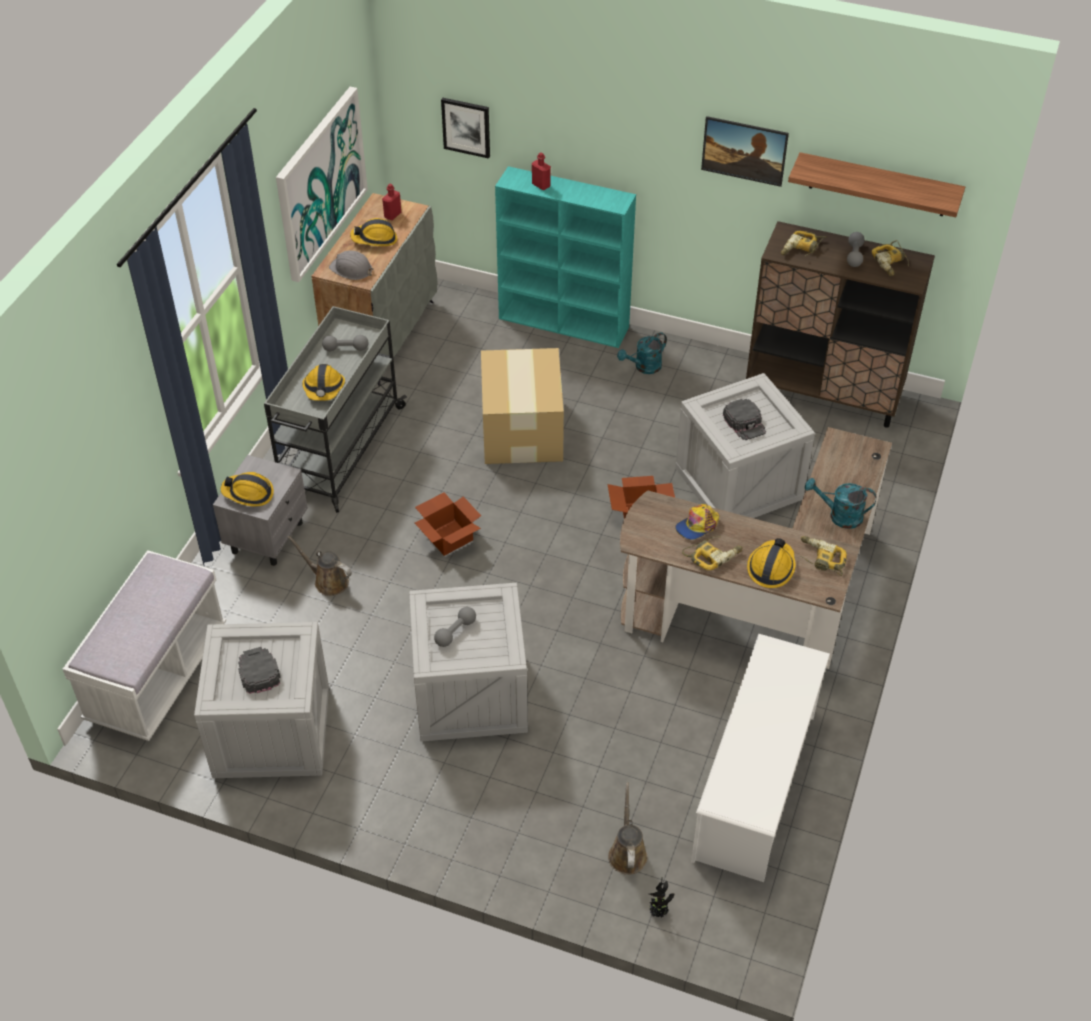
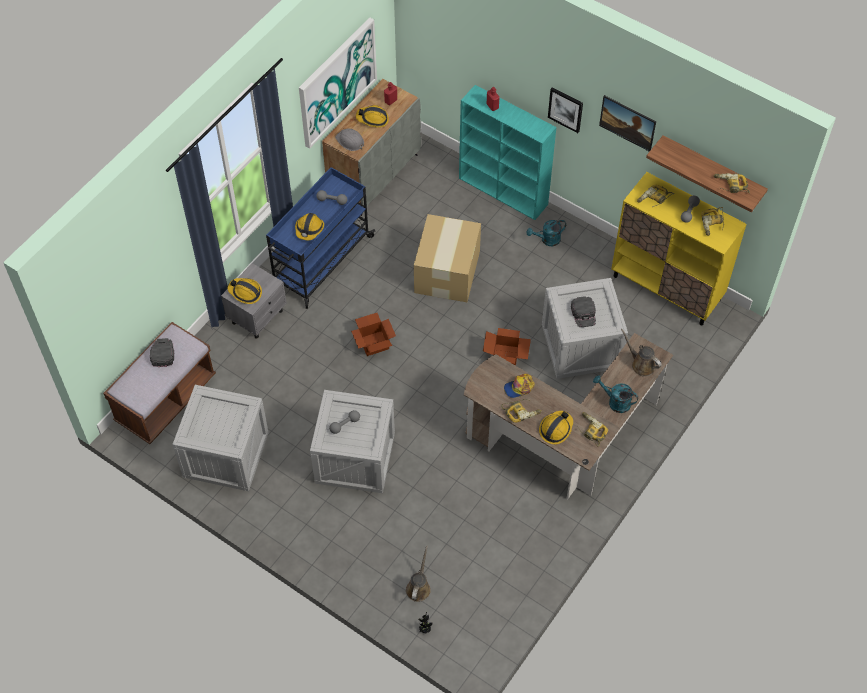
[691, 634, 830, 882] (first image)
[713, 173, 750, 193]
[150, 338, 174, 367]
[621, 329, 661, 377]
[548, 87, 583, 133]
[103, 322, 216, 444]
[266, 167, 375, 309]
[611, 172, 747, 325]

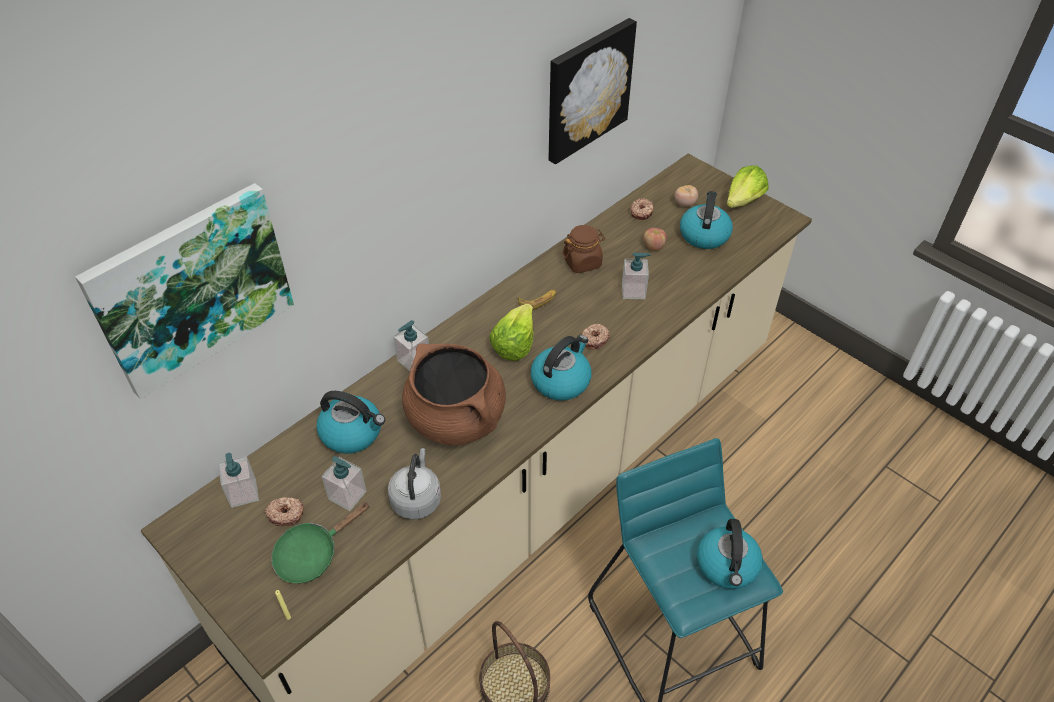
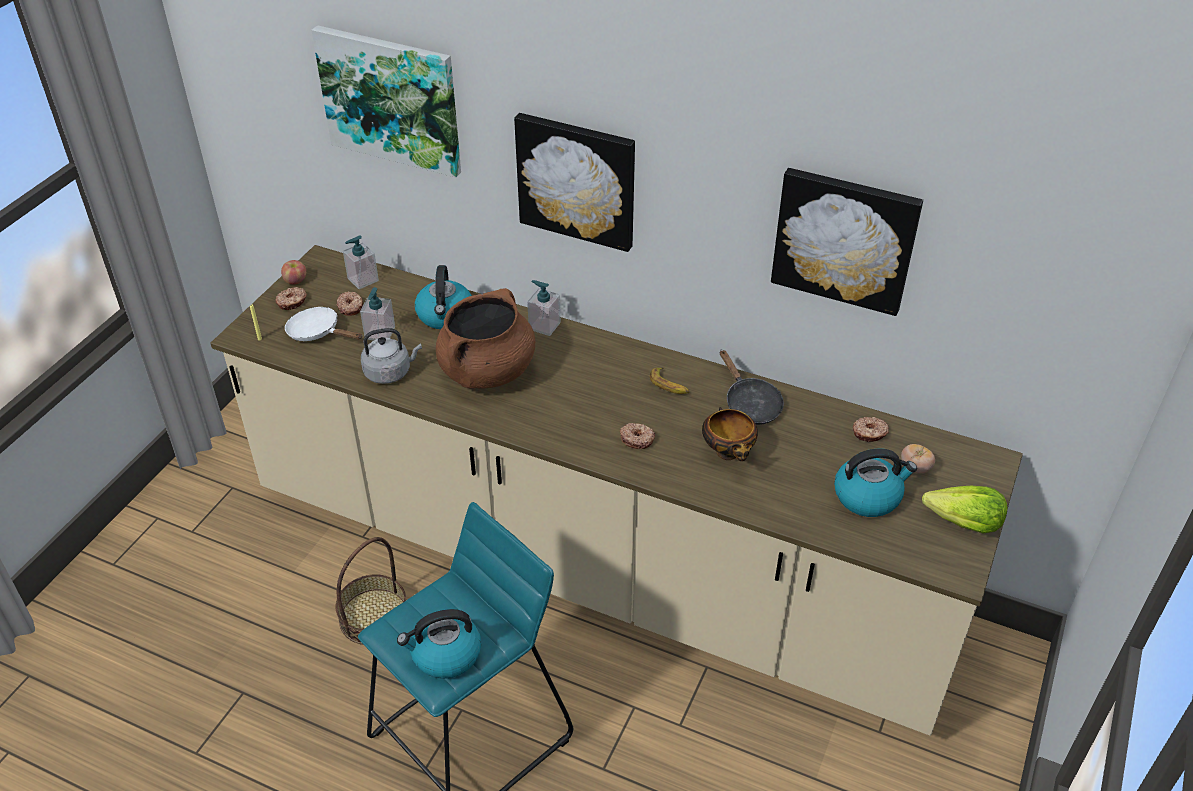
[489, 304, 534, 361] (first image)
[531, 335, 591, 401] (first image)
[275, 287, 307, 310]
[514, 113, 635, 252]
[281, 260, 306, 285]
[720, 350, 784, 425]
[702, 407, 758, 461]
[285, 307, 362, 341]

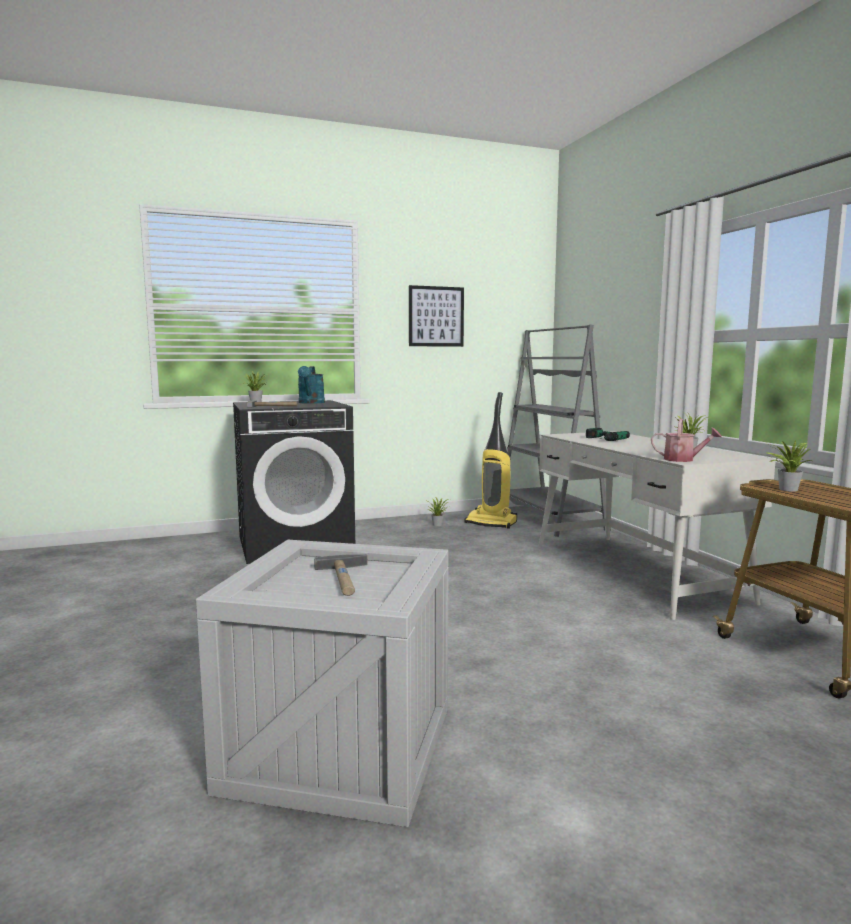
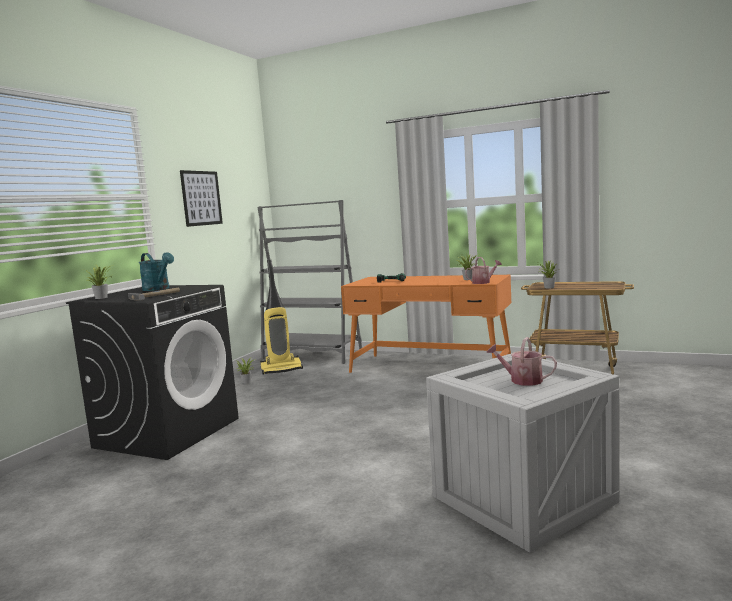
[486, 337, 557, 386]
[341, 275, 511, 373]

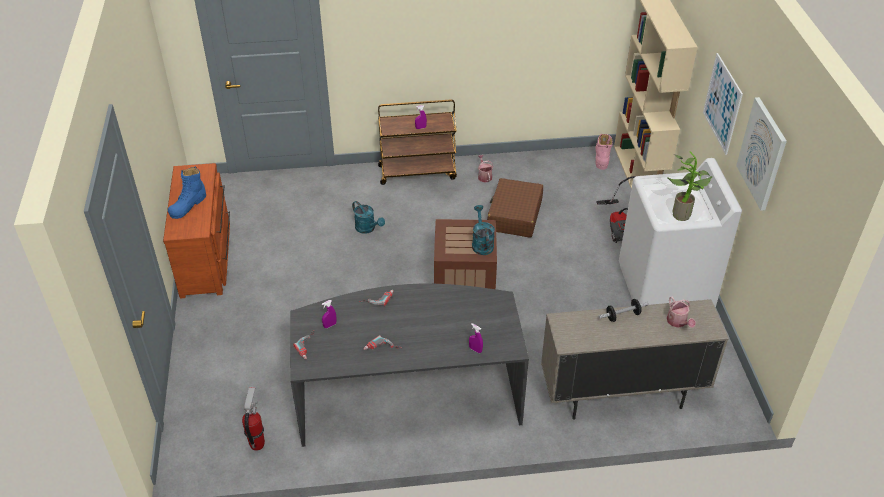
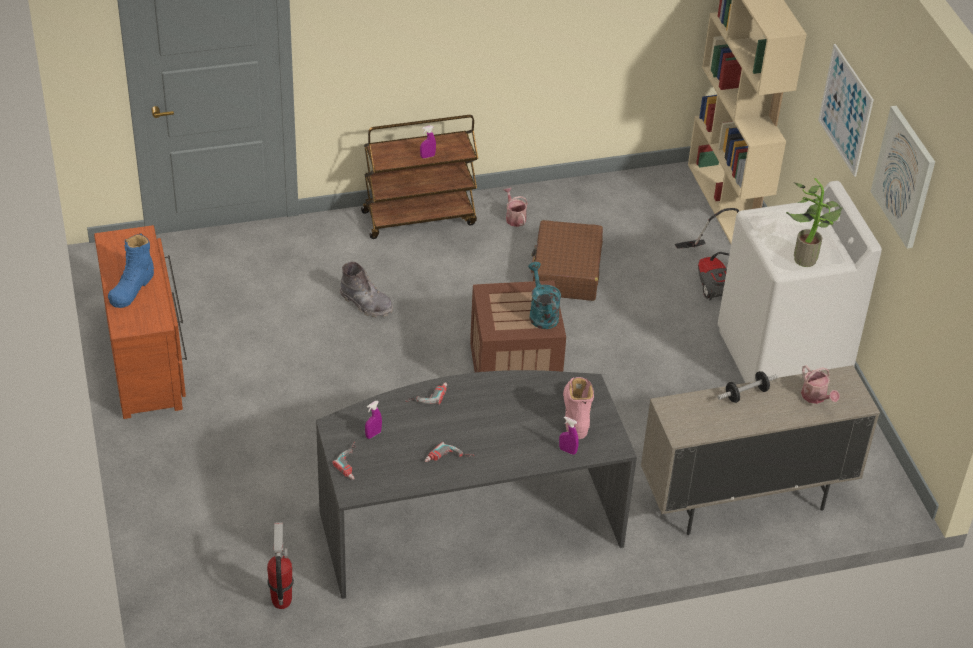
[563, 377, 594, 439]
[340, 262, 393, 317]

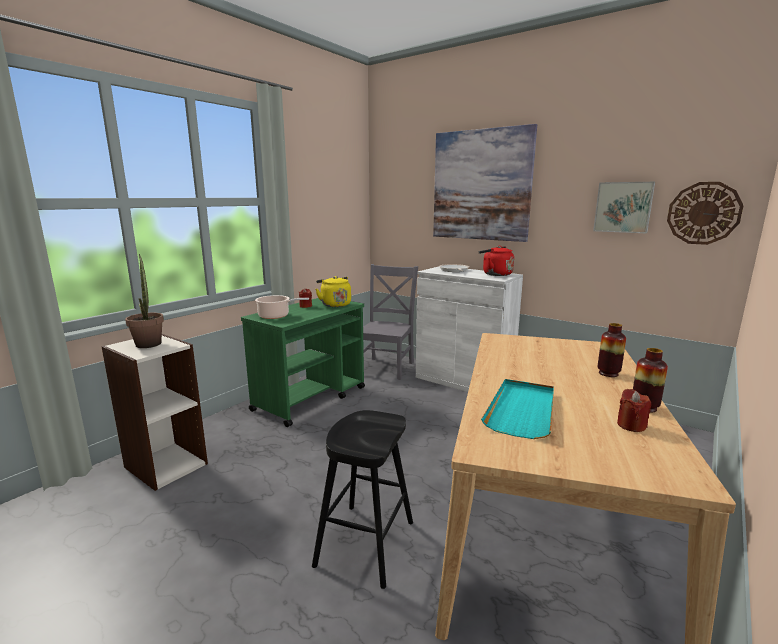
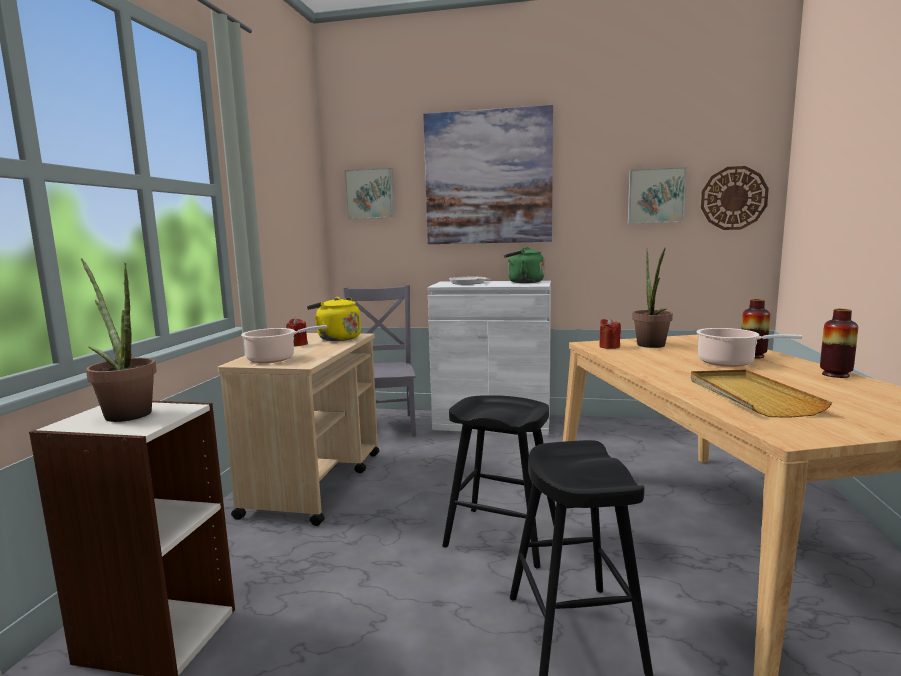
[344, 168, 395, 219]
[442, 395, 556, 568]
[632, 248, 673, 348]
[696, 328, 802, 367]
[599, 318, 621, 349]
[217, 333, 379, 526]
[504, 247, 544, 283]
[691, 370, 832, 418]

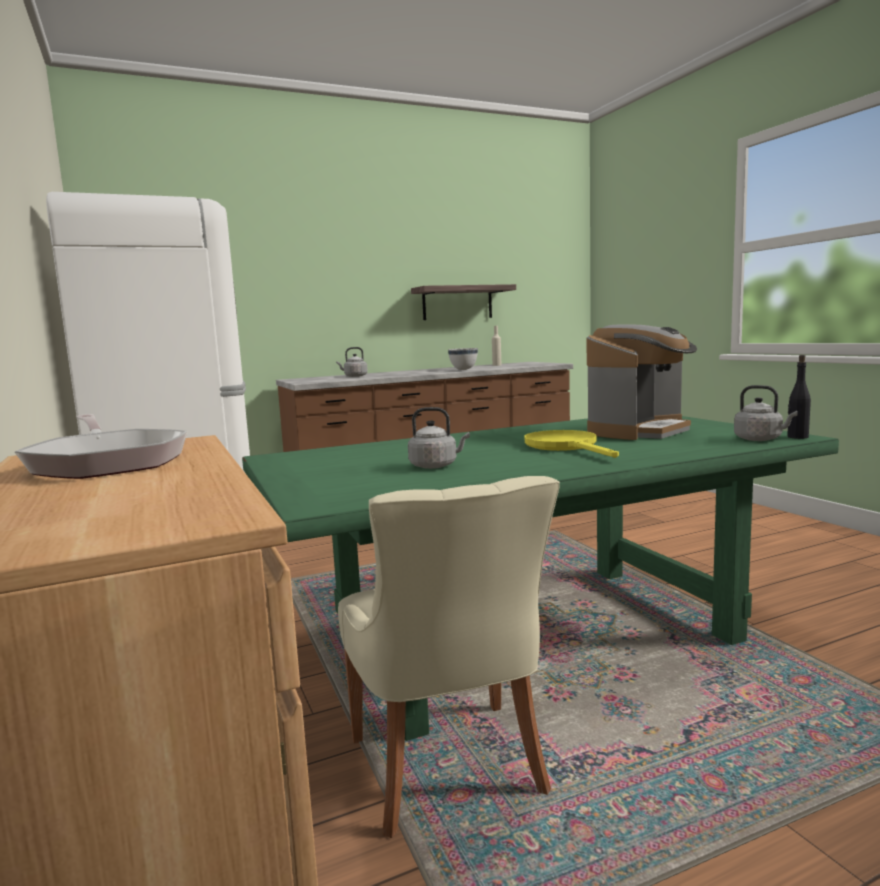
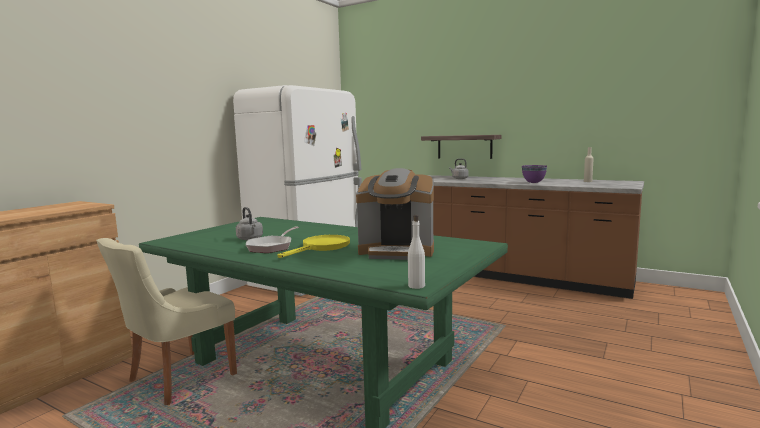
[734, 385, 798, 441] (first image)
[246, 226, 299, 253]
[421, 135, 501, 159]
[522, 165, 547, 183]
[408, 215, 425, 289]

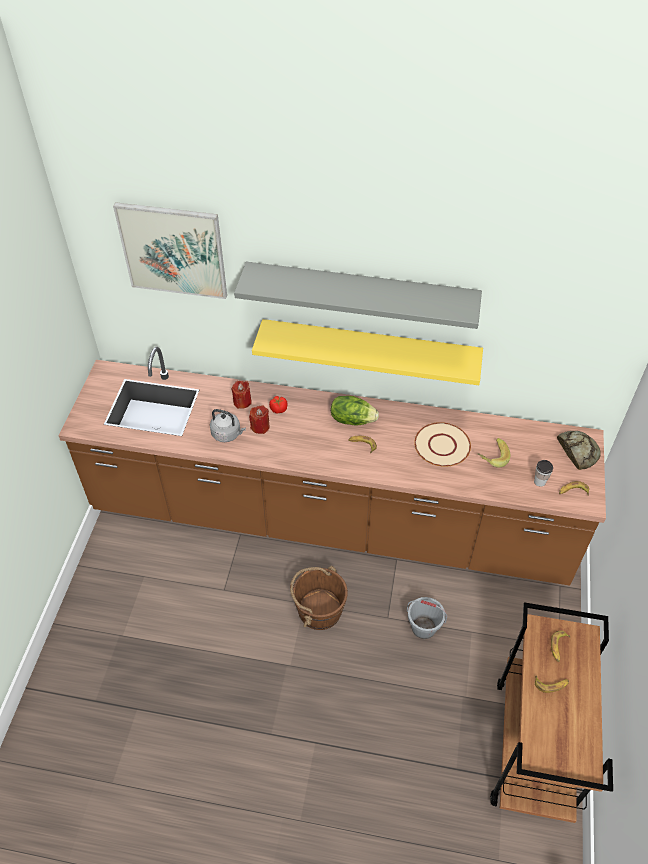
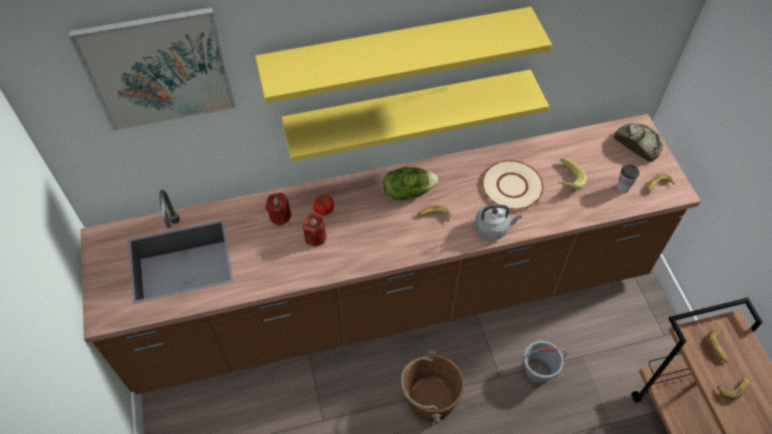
[475, 205, 522, 240]
[255, 7, 552, 104]

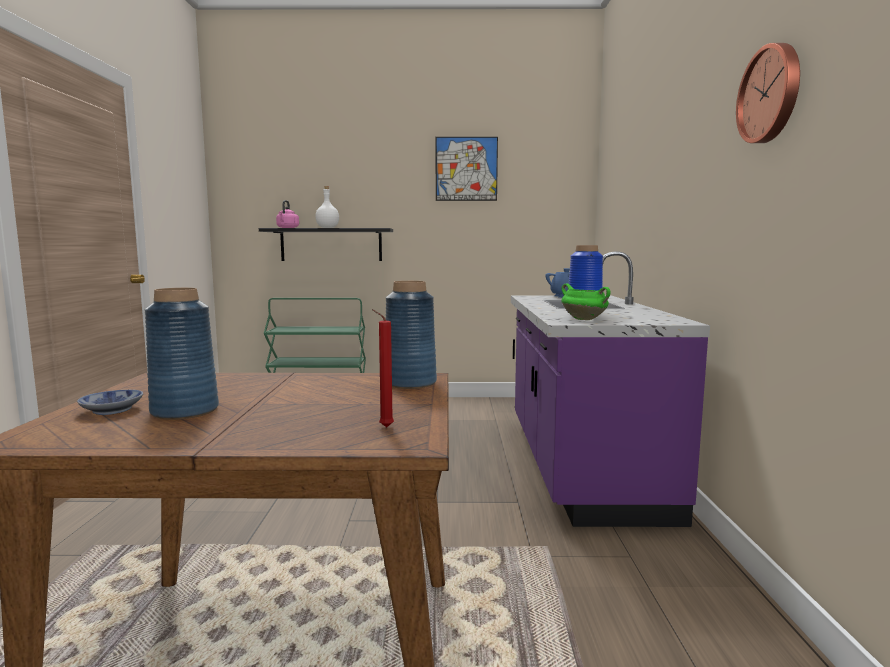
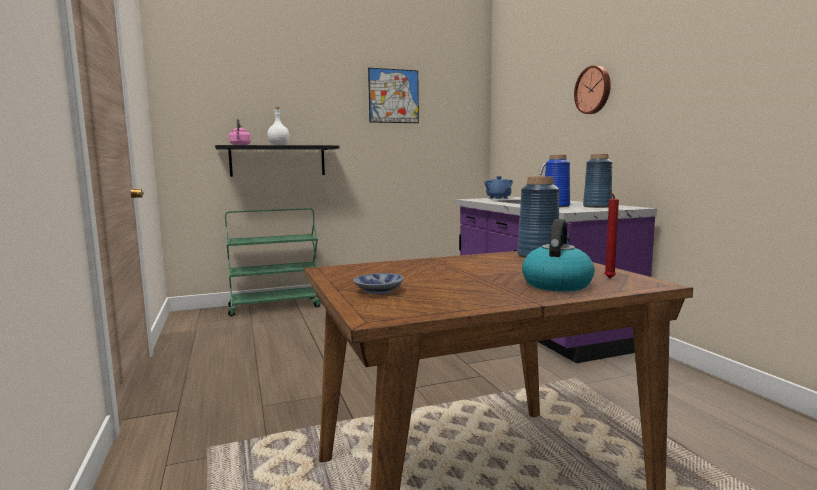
[561, 284, 610, 320] (first image)
[522, 219, 595, 291]
[583, 154, 612, 208]
[574, 66, 611, 114]

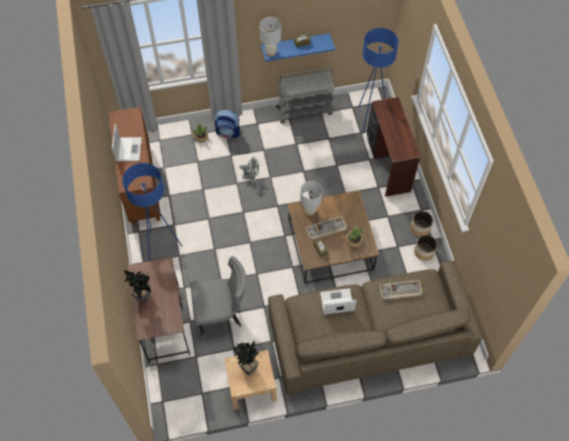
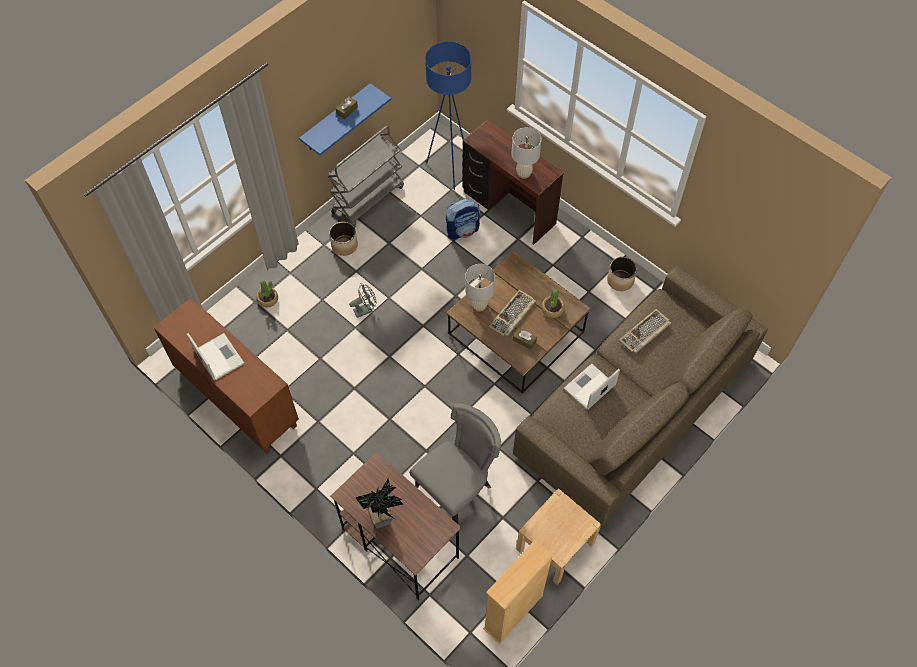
[122, 163, 182, 261] (first image)
[233, 340, 259, 376] (first image)
[483, 540, 553, 644]
[446, 199, 480, 239]
[511, 127, 542, 179]
[329, 222, 358, 256]

